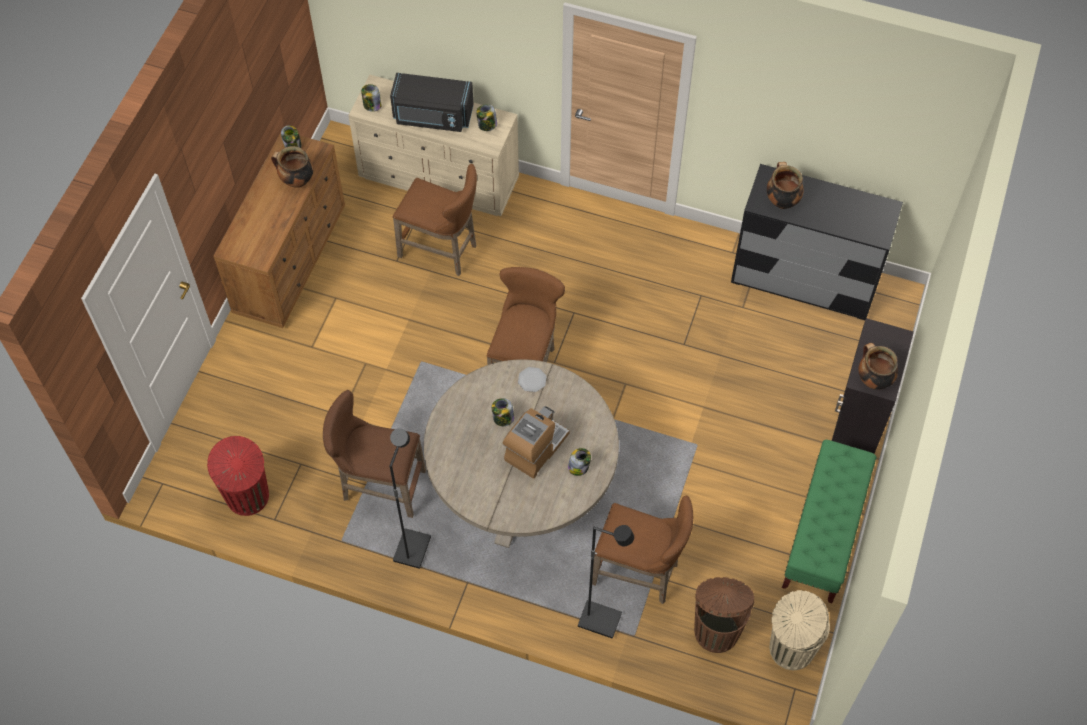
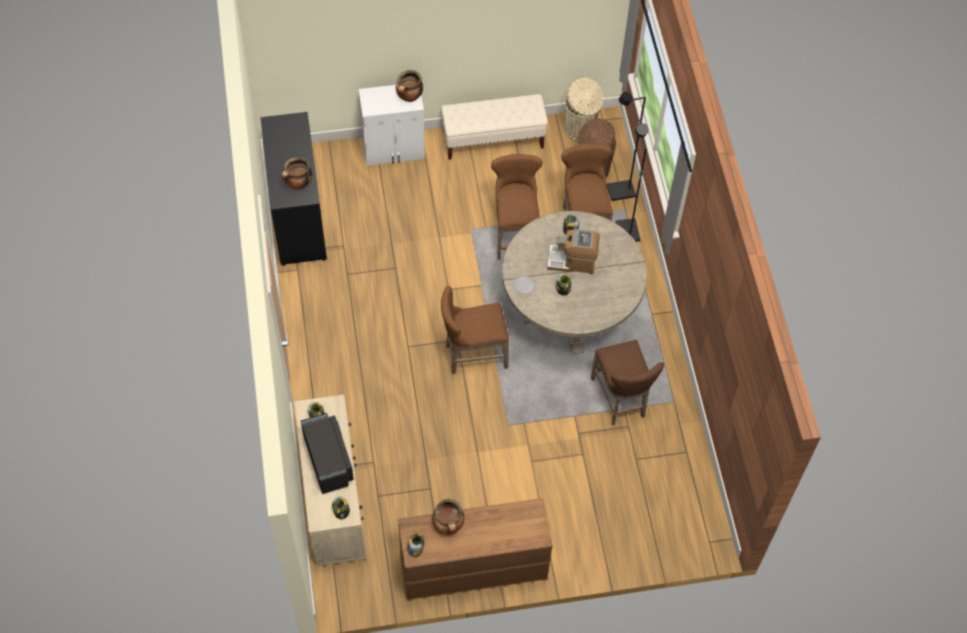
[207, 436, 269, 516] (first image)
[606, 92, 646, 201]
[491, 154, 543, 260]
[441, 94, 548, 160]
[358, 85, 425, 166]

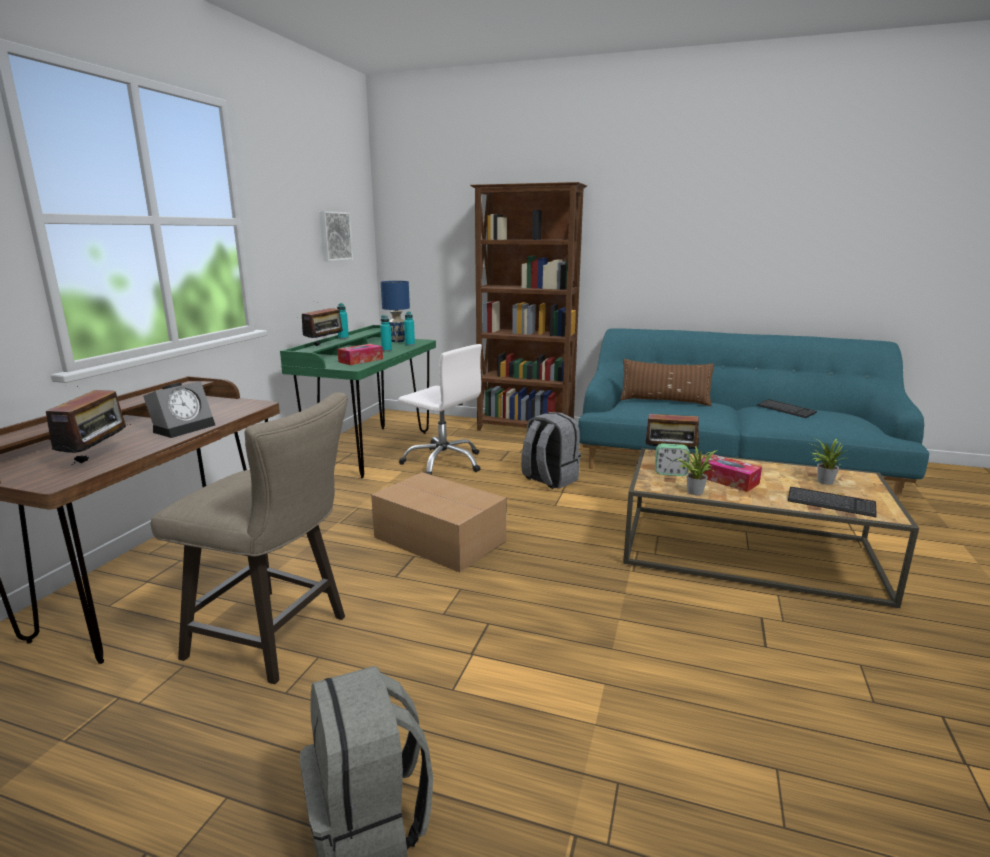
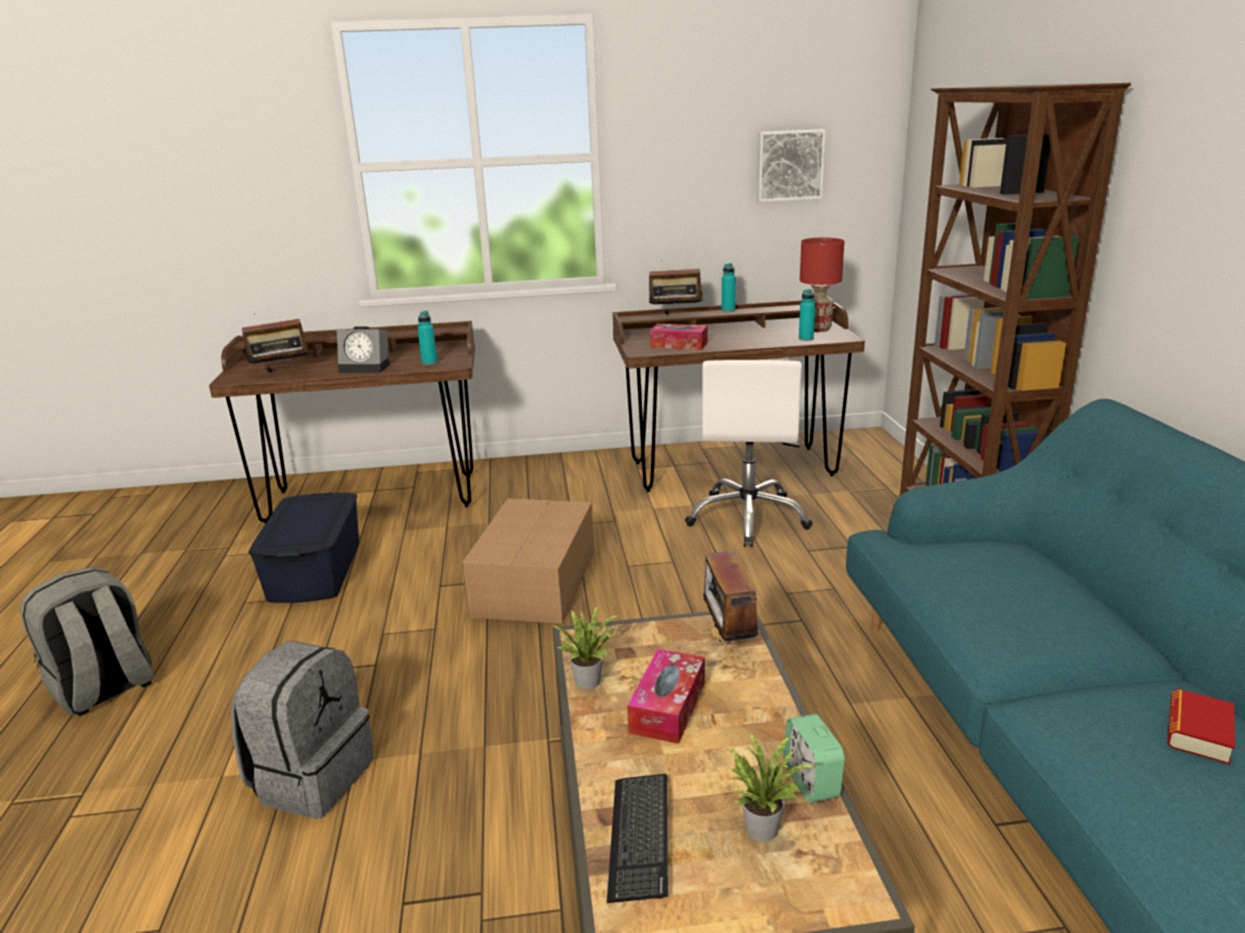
[620, 359, 714, 406] (first image)
[417, 311, 437, 365]
[231, 641, 374, 819]
[783, 714, 845, 803]
[249, 493, 359, 603]
[1167, 689, 1235, 765]
[613, 300, 865, 492]
[800, 238, 844, 332]

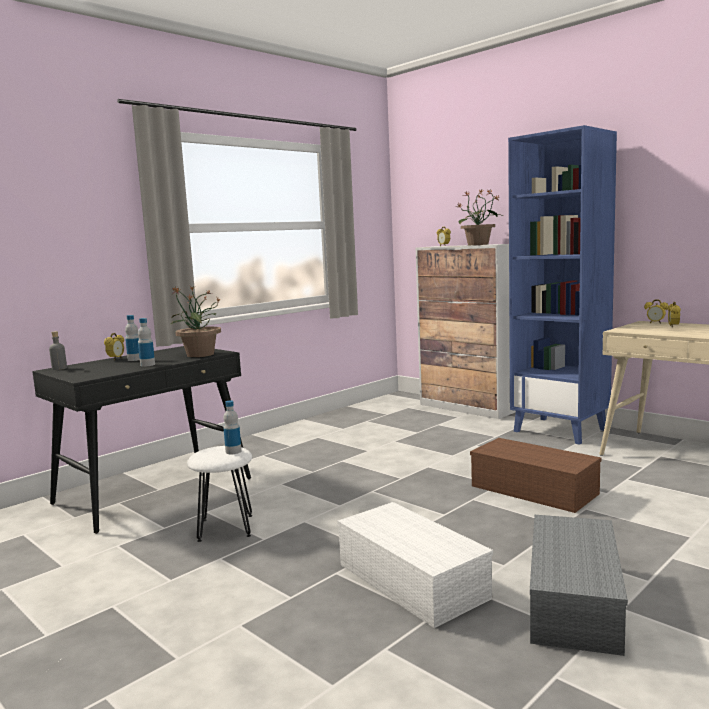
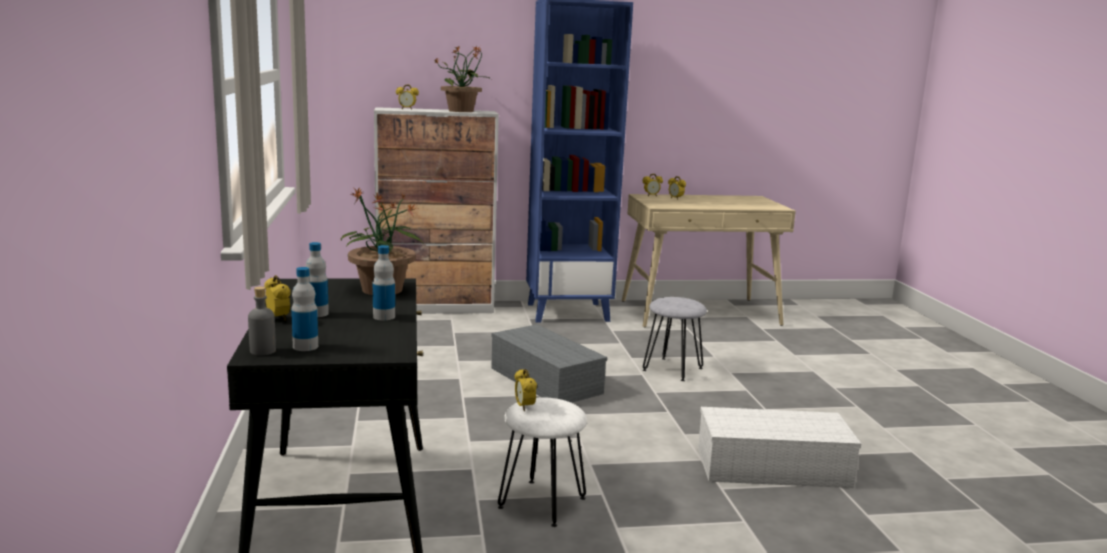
[515, 369, 537, 411]
[291, 267, 318, 351]
[491, 324, 607, 403]
[643, 297, 707, 381]

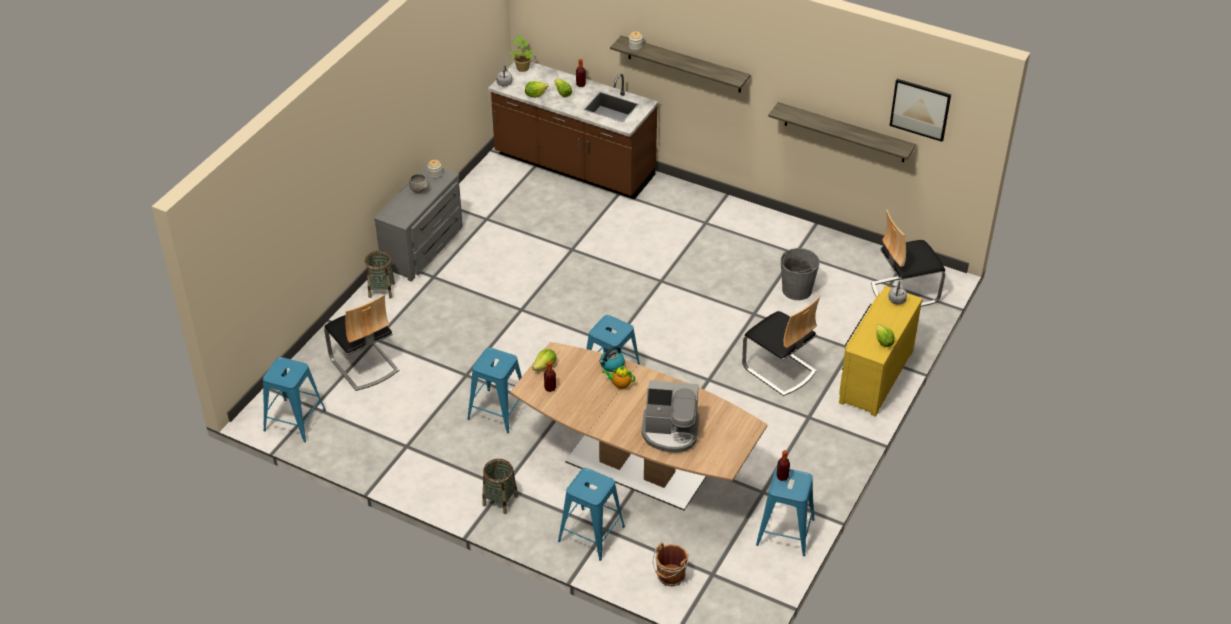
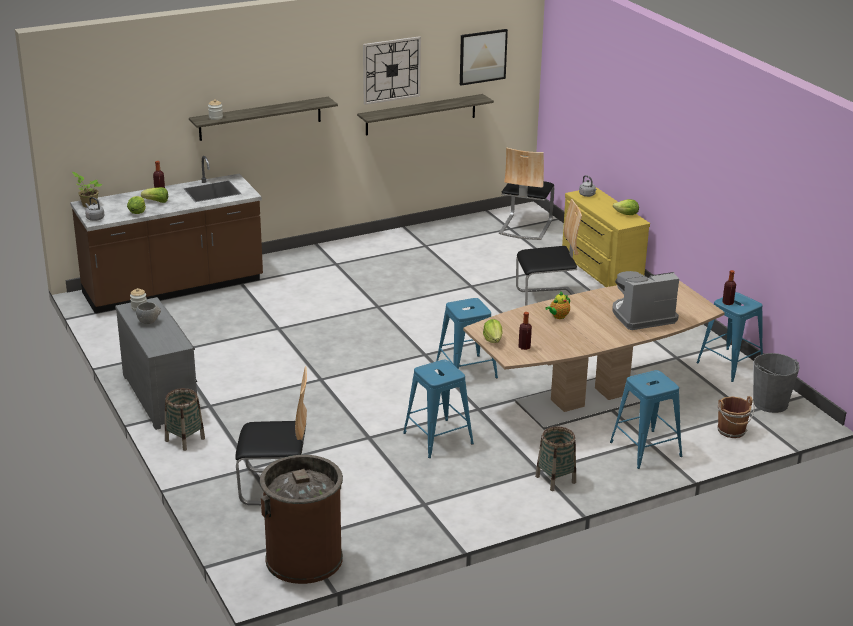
[599, 346, 625, 372] (first image)
[363, 36, 421, 105]
[753, 353, 800, 413]
[260, 455, 343, 584]
[612, 271, 679, 330]

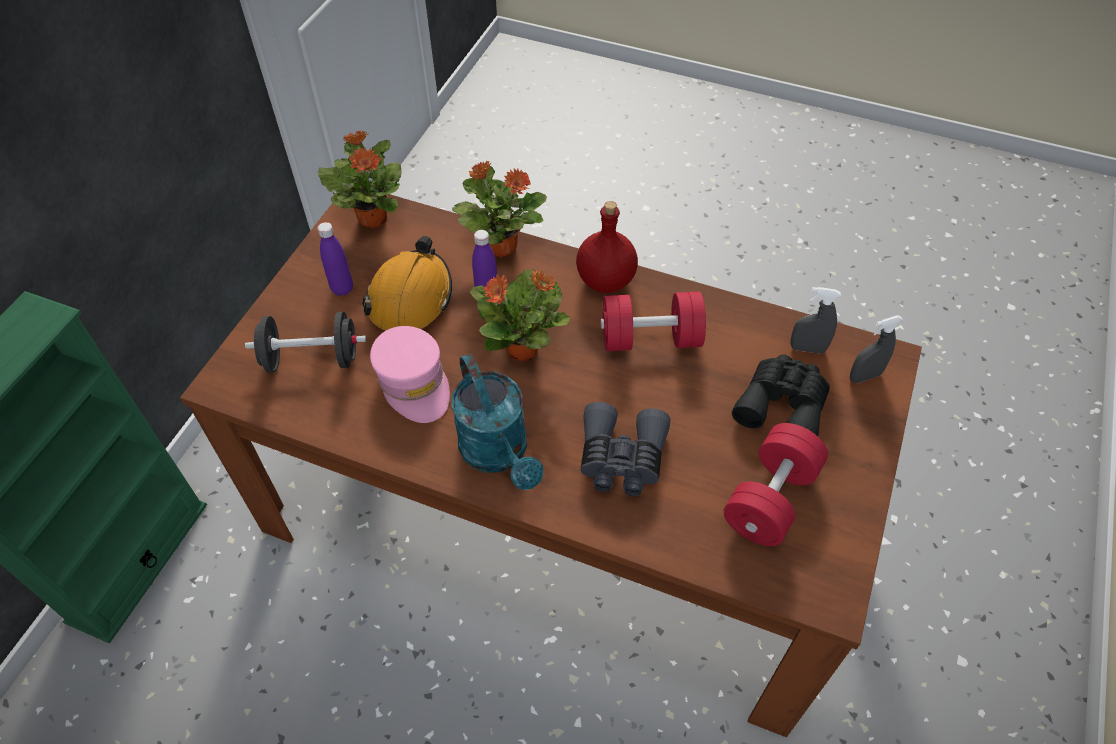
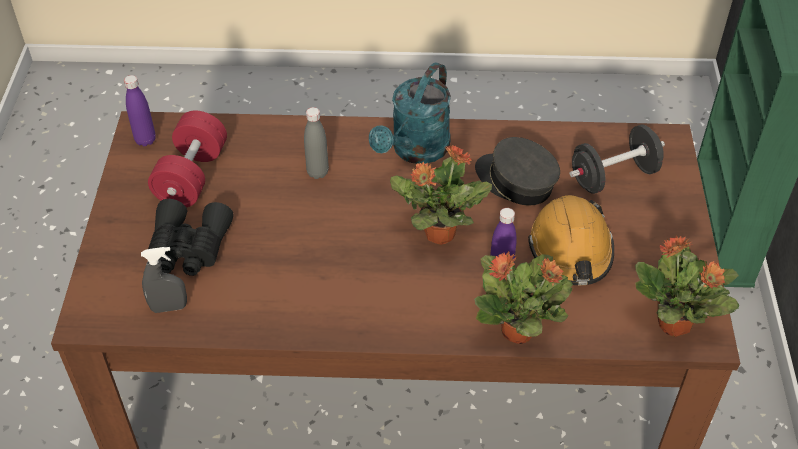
[576, 201, 638, 293] (first image)
[600, 292, 706, 351] (first image)
[850, 315, 903, 383] (first image)
[124, 75, 156, 146]
[304, 107, 329, 179]
[475, 137, 560, 205]
[369, 62, 451, 164]

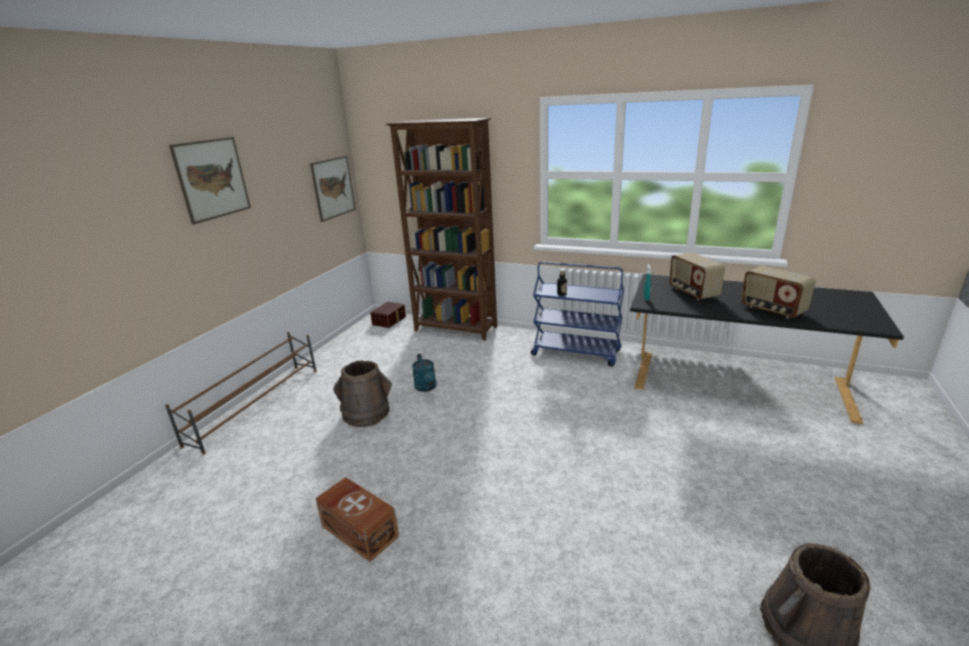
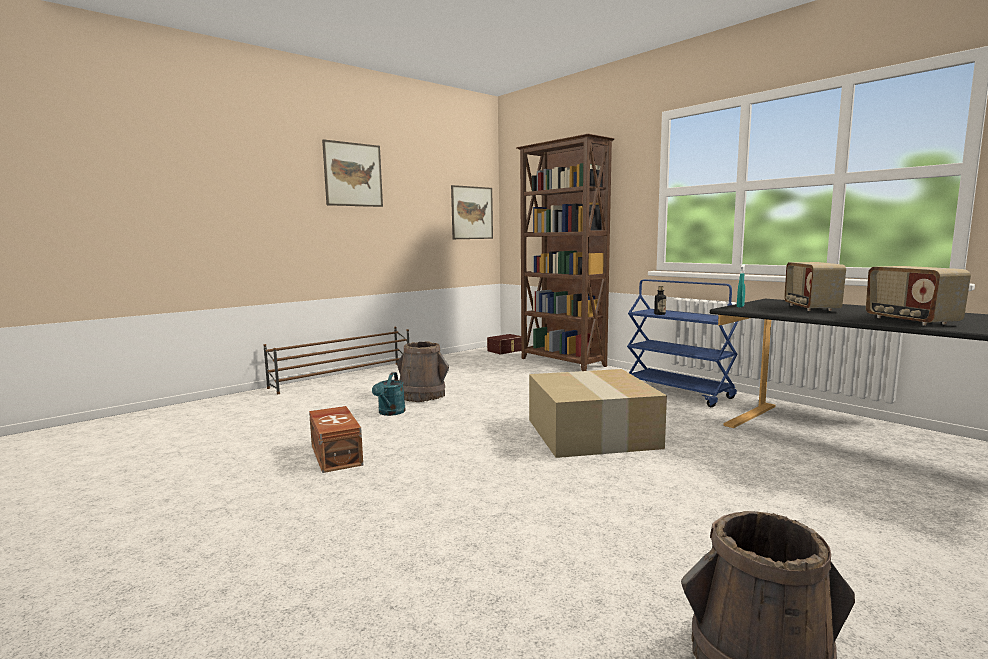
[529, 369, 667, 458]
[372, 372, 406, 416]

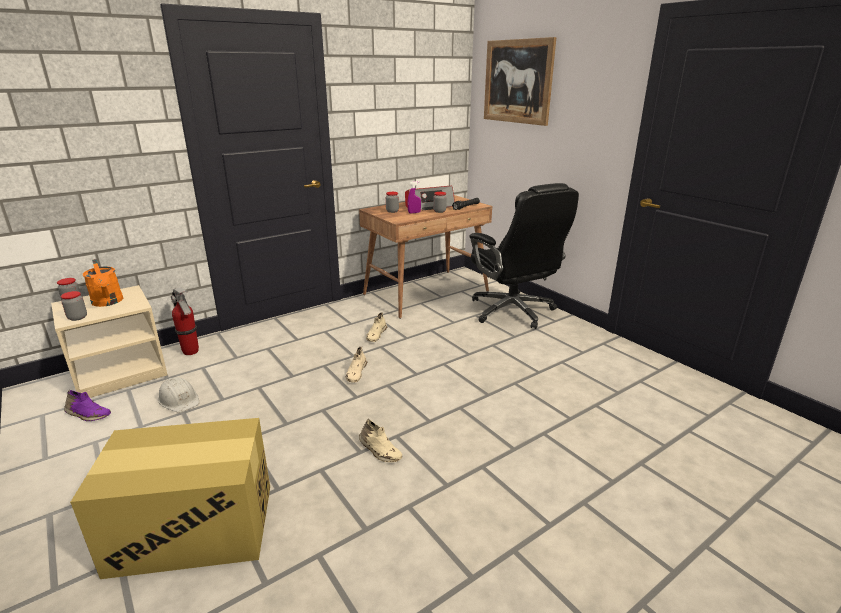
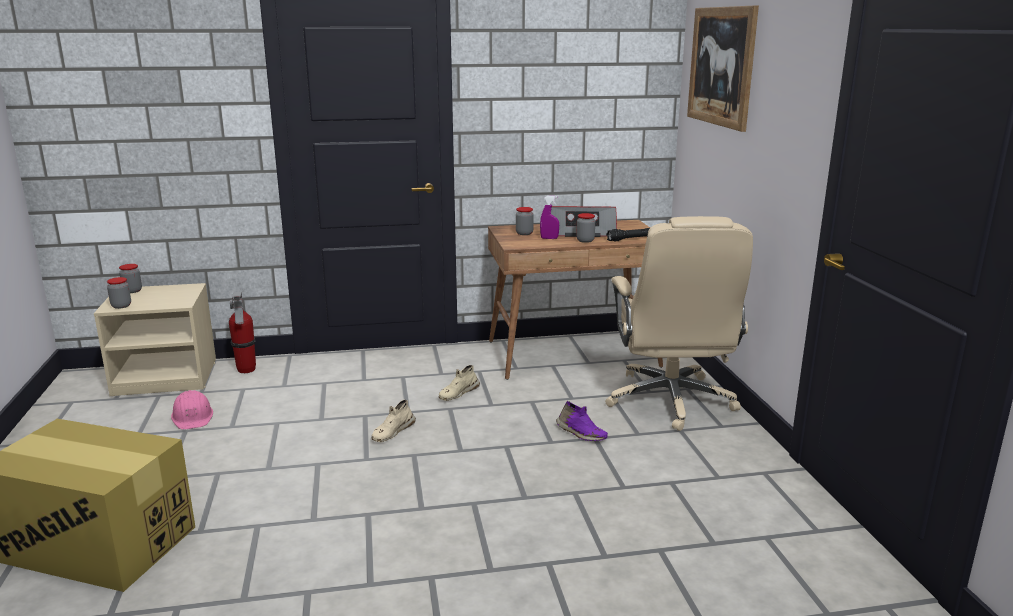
[83, 259, 123, 307] (first image)
[359, 419, 402, 462] (first image)
[556, 401, 608, 441]
[171, 390, 213, 430]
[605, 216, 753, 431]

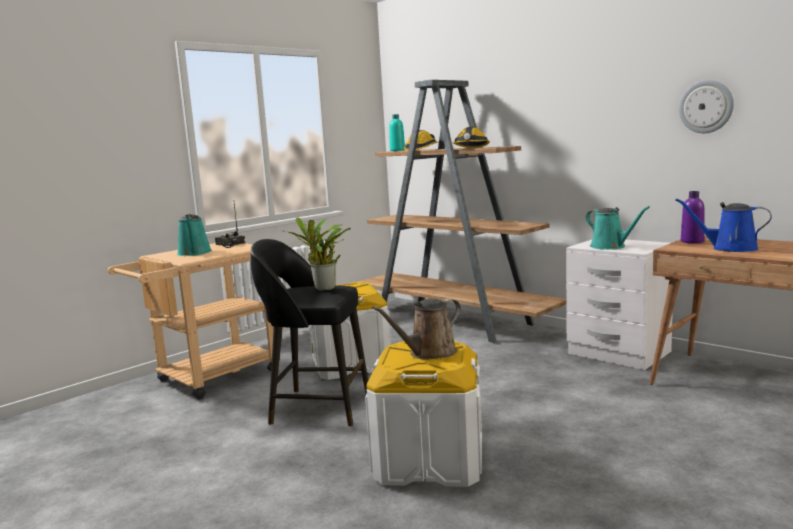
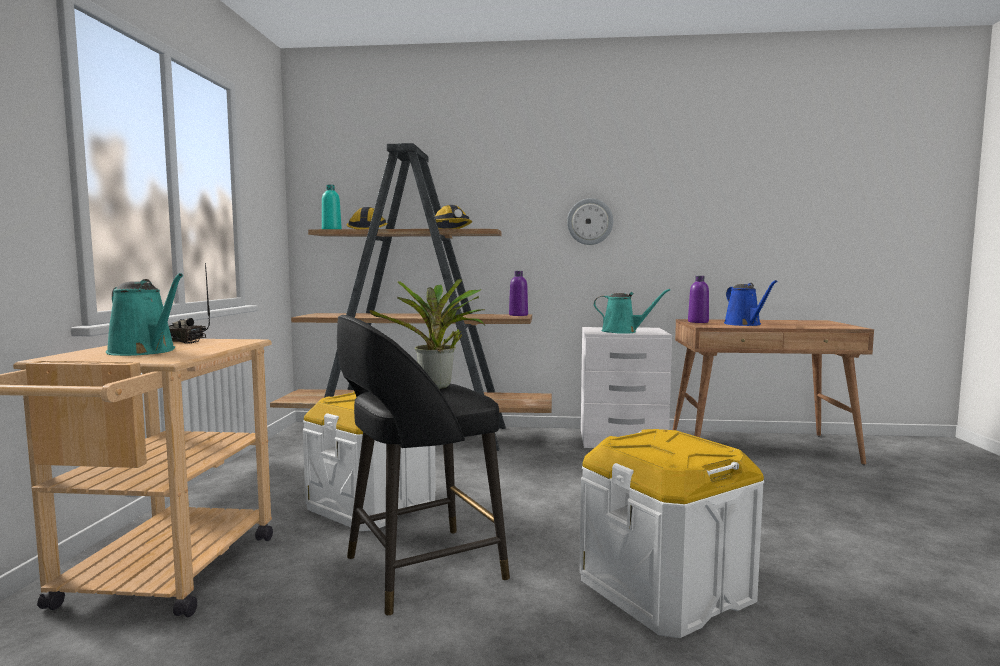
[372, 298, 461, 360] (first image)
[509, 271, 528, 316]
[567, 198, 613, 245]
[724, 280, 777, 326]

